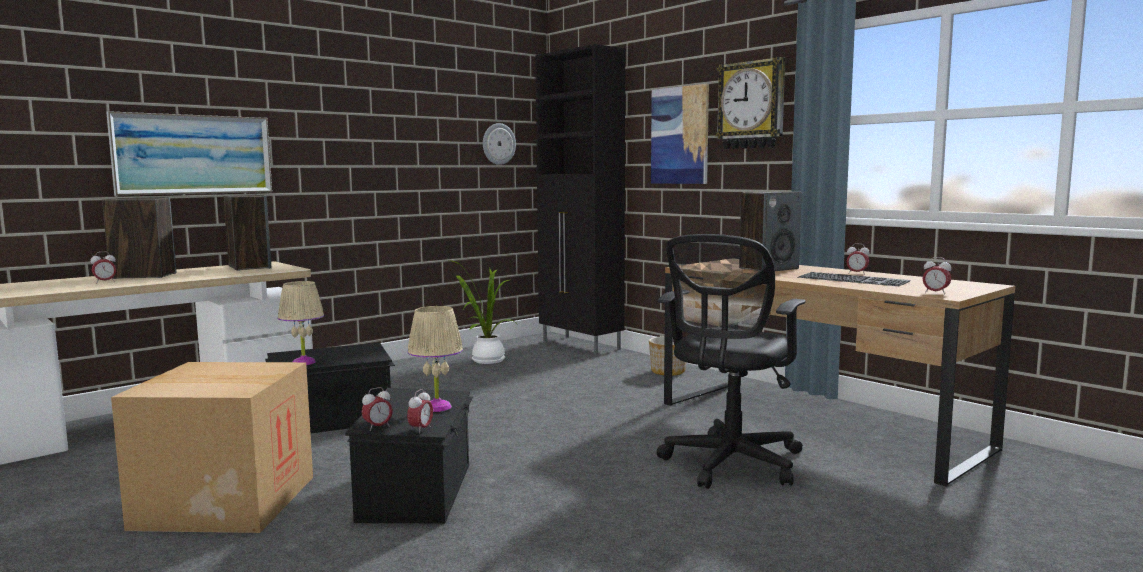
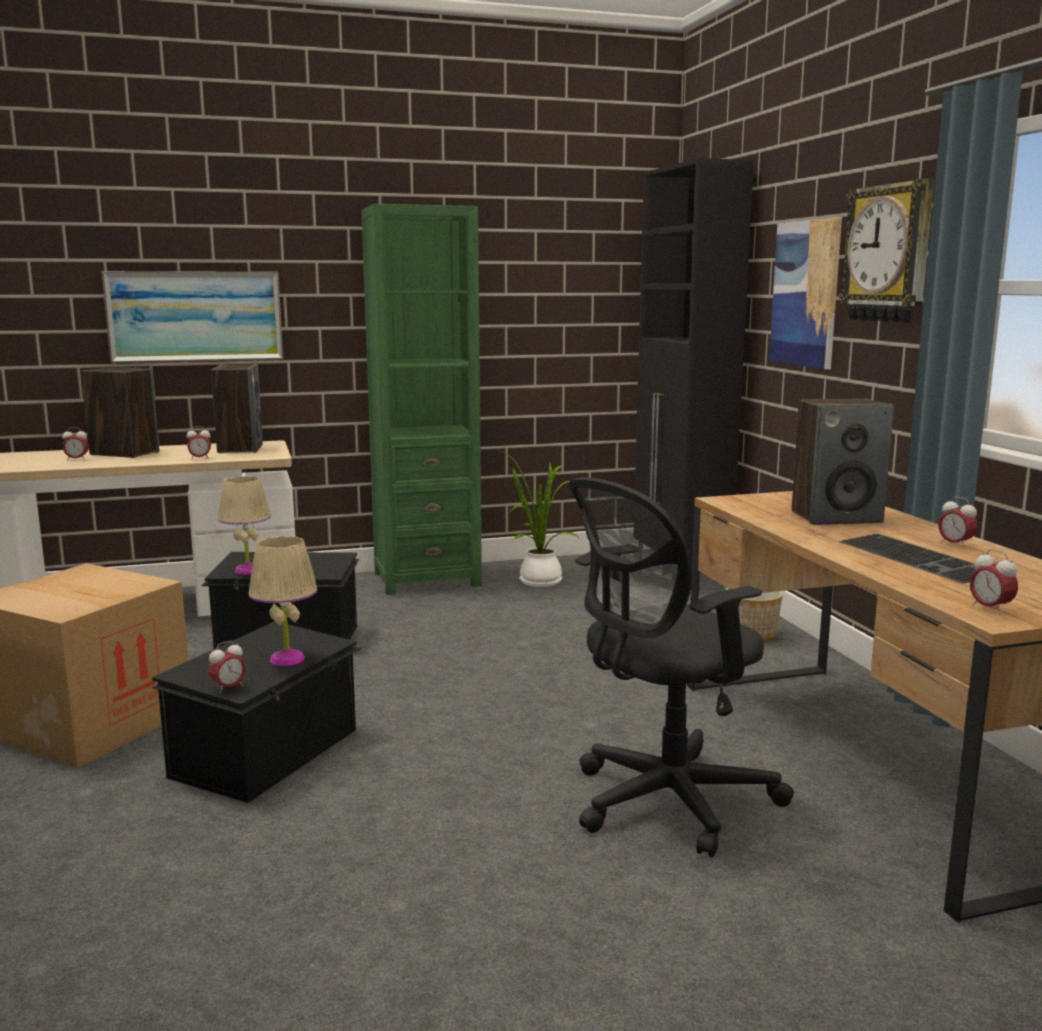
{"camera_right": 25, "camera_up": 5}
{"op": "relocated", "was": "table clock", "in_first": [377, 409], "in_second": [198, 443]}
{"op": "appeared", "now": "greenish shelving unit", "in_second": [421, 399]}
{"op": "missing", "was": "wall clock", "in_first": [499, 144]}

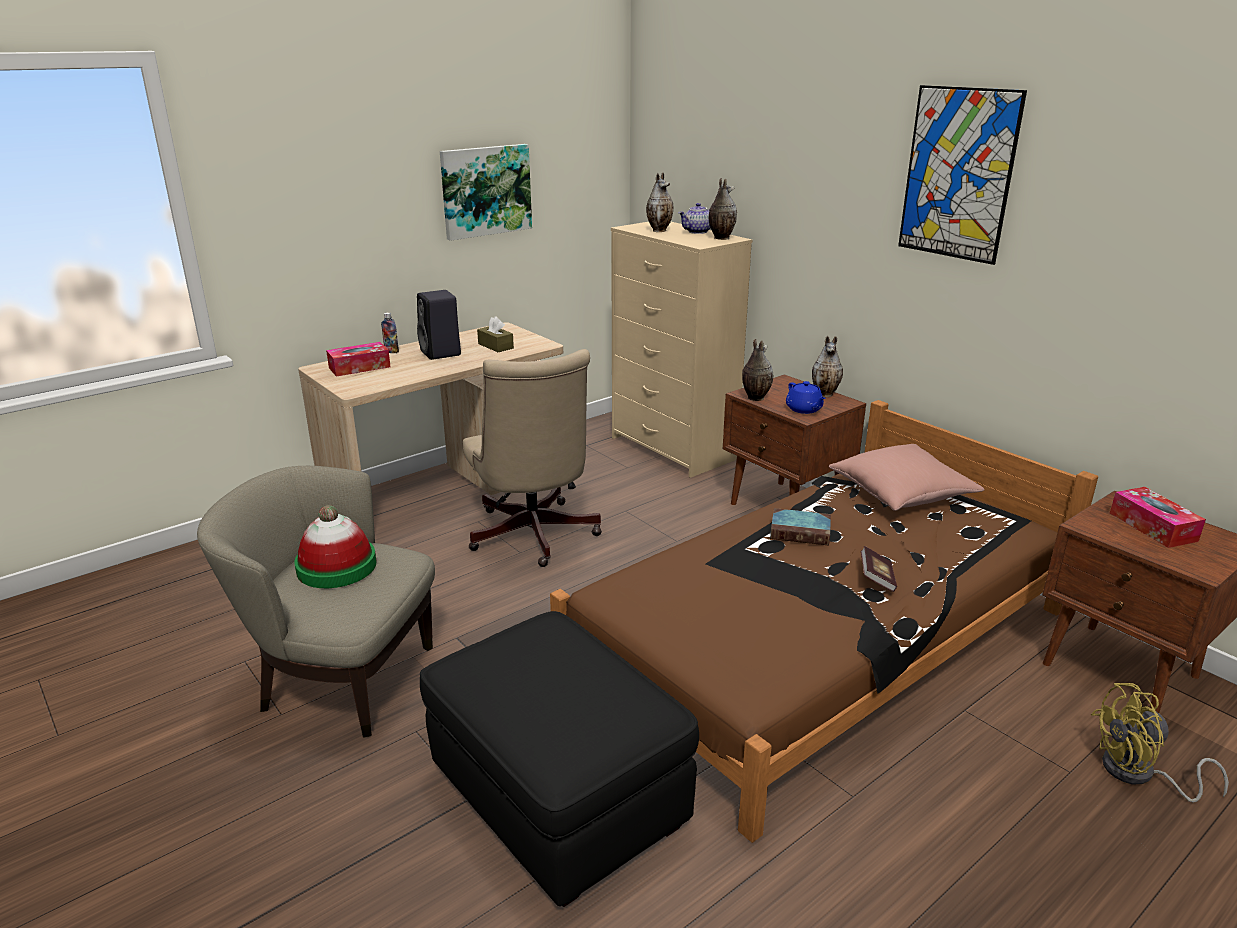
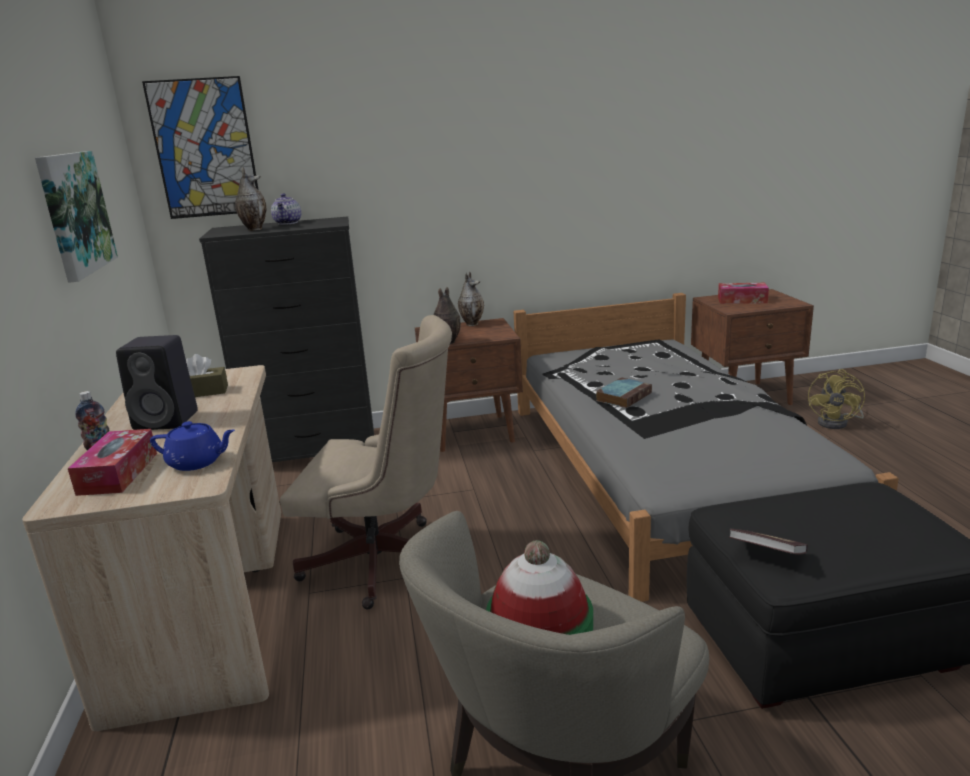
{"camera_right": -60, "camera_up": -5}
{"op": "relocated", "was": "wall art", "in_first": [962, 175], "in_second": [200, 147]}
{"op": "relocated", "was": "blue-coloured teapot", "in_first": [805, 397], "in_second": [192, 446]}
{"op": "colour", "was": "beige drawer chest", "now": "blackish drawer chest", "in_first": [681, 350], "in_second": [286, 339]}
{"op": "colour", "was": "brownish bedroom bed", "now": "gray bedroom bed", "in_first": [824, 621], "in_second": [706, 447]}
{"op": "relocated", "was": "bound book", "in_first": [879, 569], "in_second": [768, 542]}
{"op": "missing", "was": "vase", "in_first": [723, 209]}
{"op": "missing", "was": "pinkish cushion", "in_first": [907, 477]}

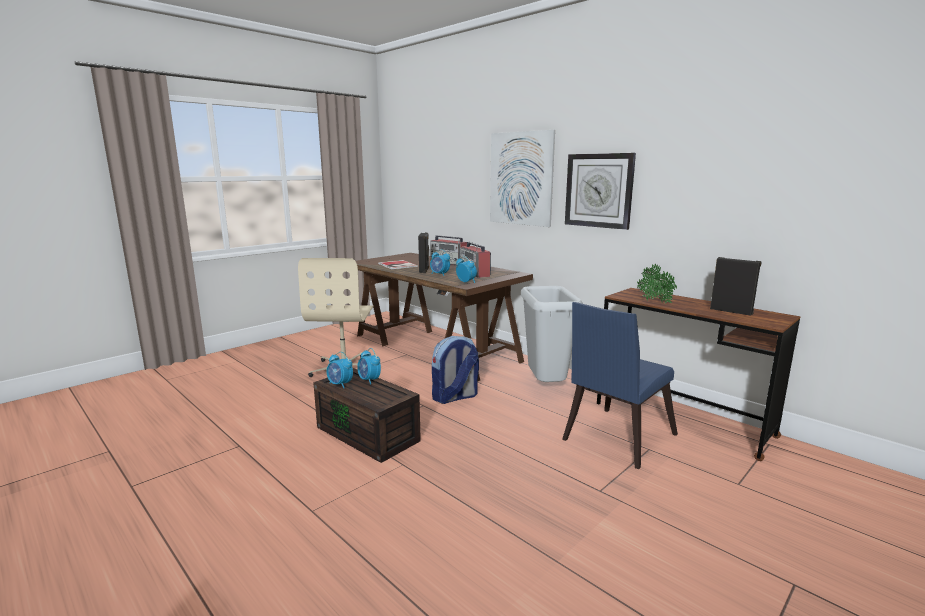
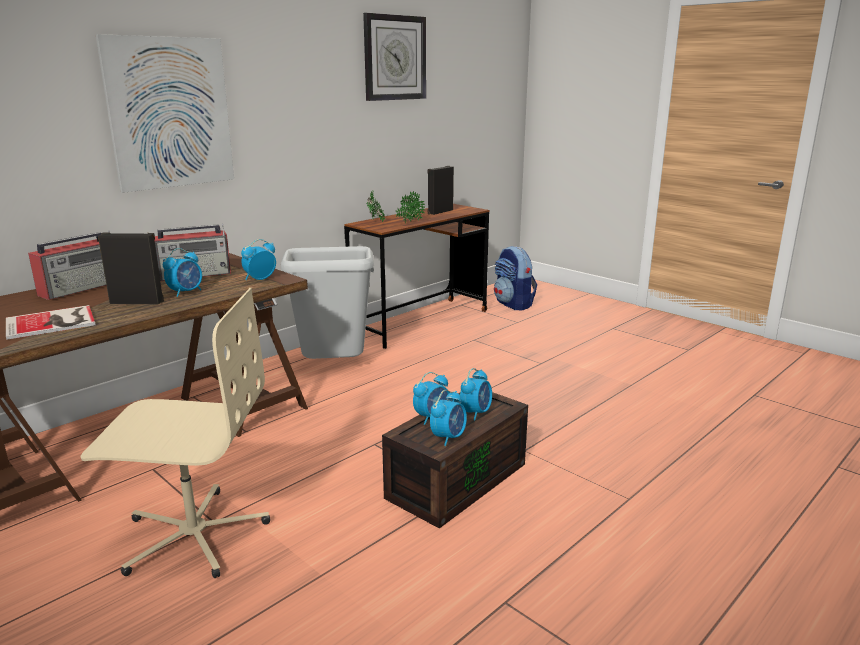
{"camera_right": -90, "camera_up": 5}
{"op": "relocated", "was": "wall clock", "in_first": [600, 191], "in_second": [394, 57]}
{"op": "appeared", "now": "table clock", "in_second": [476, 394]}
{"op": "relocated", "was": "rucksack", "in_first": [455, 370], "in_second": [515, 278]}
{"op": "missing", "was": "blue-coloured plain chair", "in_first": [620, 385]}

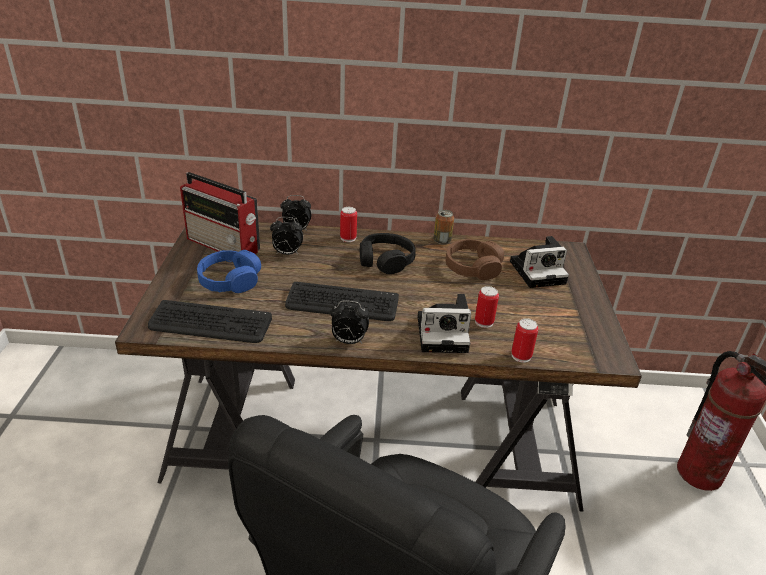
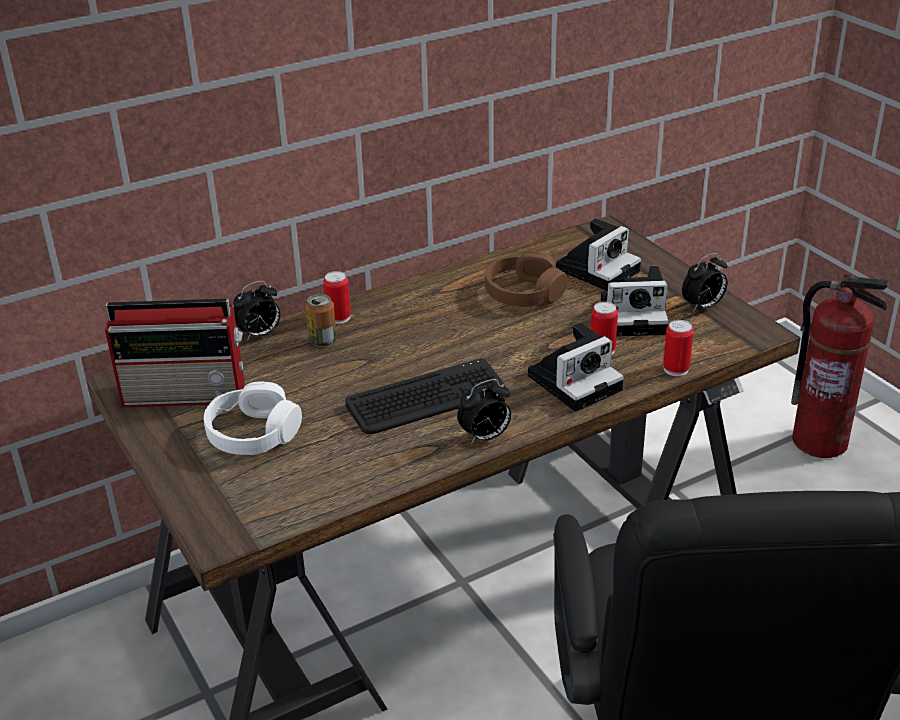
{"camera_right": -30, "camera_up": 0}
{"op": "colour", "was": "blue-coloured pair of headphones", "now": "white-coloured pair of headphones", "in_first": [229, 271], "in_second": [253, 418]}
{"op": "relocated", "was": "metal can", "in_first": [443, 227], "in_second": [321, 320]}
{"op": "appeared", "now": "photo camera", "in_second": [635, 301]}
{"op": "relocated", "was": "table clock", "in_first": [286, 236], "in_second": [705, 282]}
{"op": "missing", "was": "keyboard", "in_first": [210, 321]}
{"op": "missing", "was": "blackish pair of headphones", "in_first": [388, 253]}

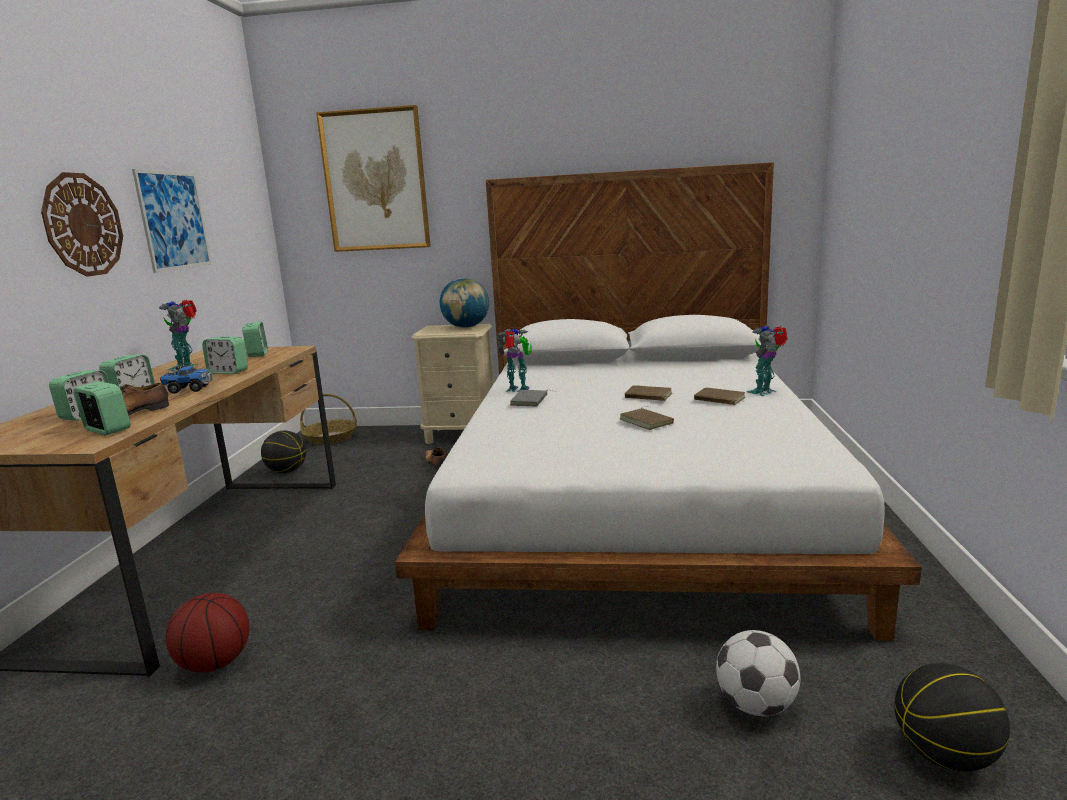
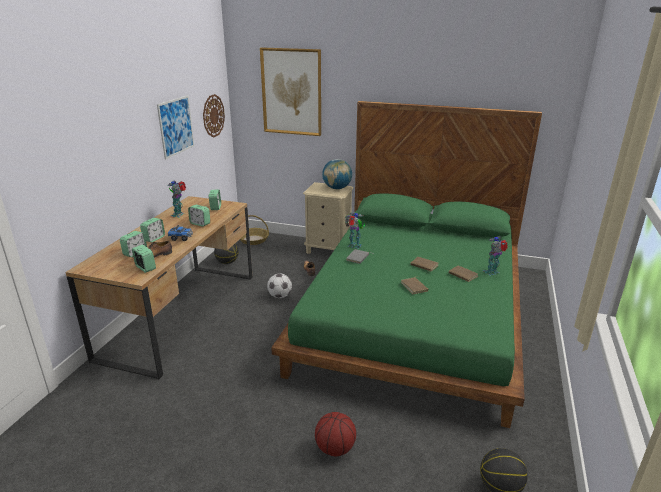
{"camera_right": 10, "camera_up": 10}
{"op": "relocated", "was": "wall clock", "in_first": [82, 224], "in_second": [214, 116]}
{"op": "relocated", "was": "football", "in_first": [758, 673], "in_second": [279, 285]}
{"op": "colour", "was": "white-coloured bedroom bed", "now": "greenish bedroom bed", "in_first": [658, 401], "in_second": [406, 264]}
{"op": "relocated", "was": "basketball", "in_first": [208, 633], "in_second": [335, 434]}

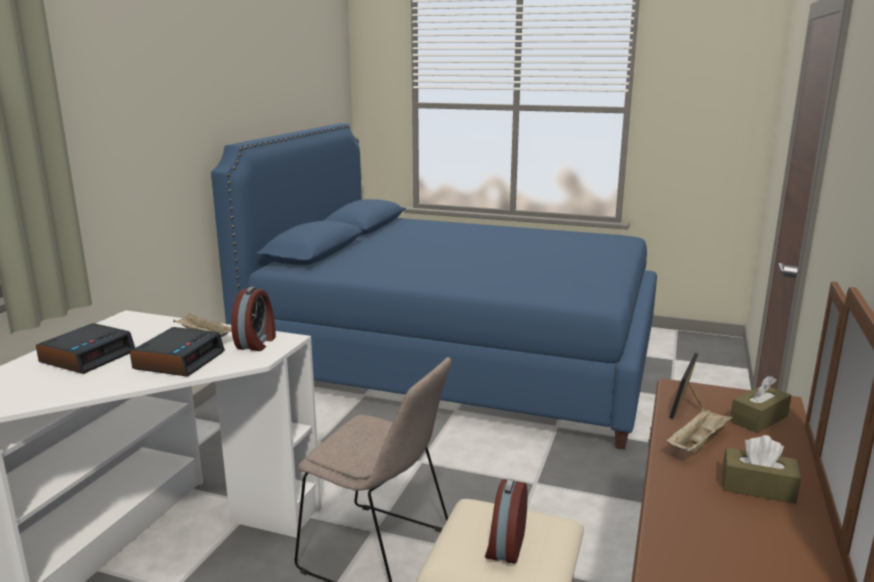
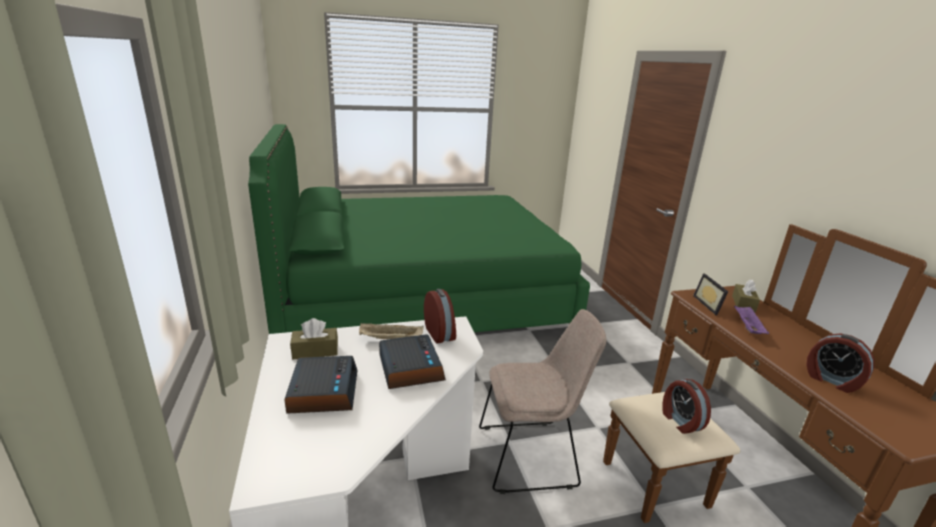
{"camera_right": -35, "camera_up": 5}
{"op": "colour", "was": "blue-coloured bedroom bed", "now": "greenish bedroom bed", "in_first": [434, 286], "in_second": [419, 229]}
{"op": "relocated", "was": "brownish tissue box", "in_first": [761, 469], "in_second": [314, 338]}
{"op": "colour", "was": "beige carrying tray", "now": "purple-coloured carrying tray", "in_first": [699, 430], "in_second": [751, 320]}
{"op": "appeared", "now": "table clock", "in_second": [840, 363]}

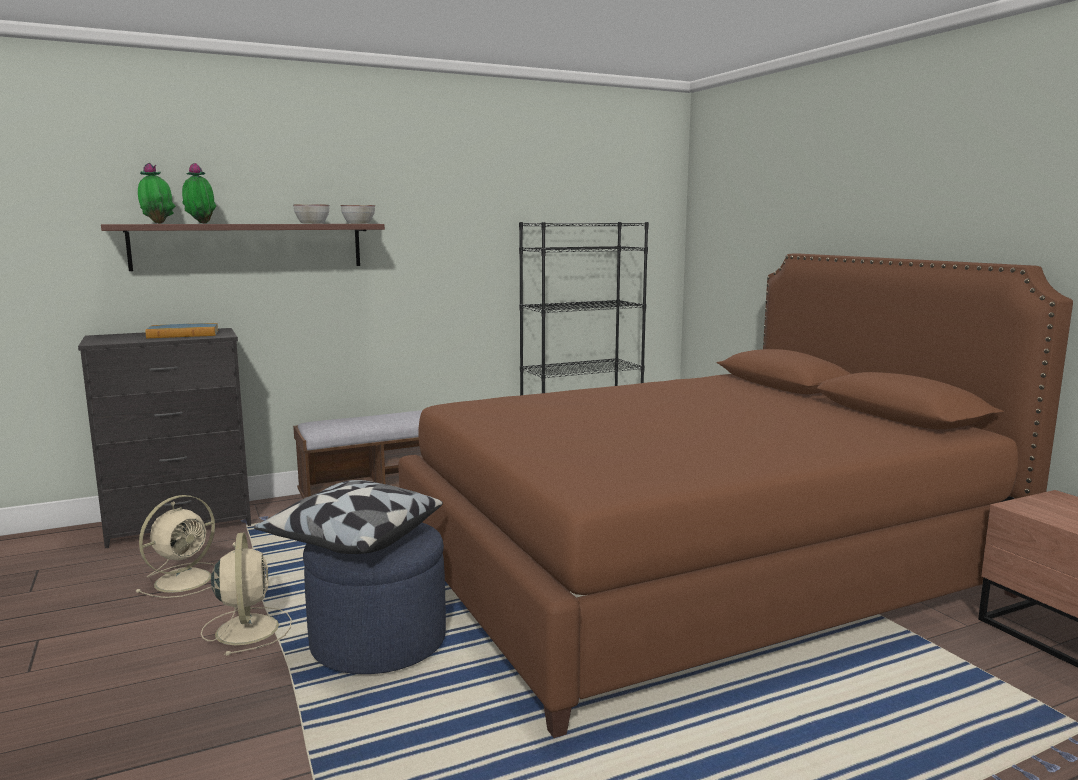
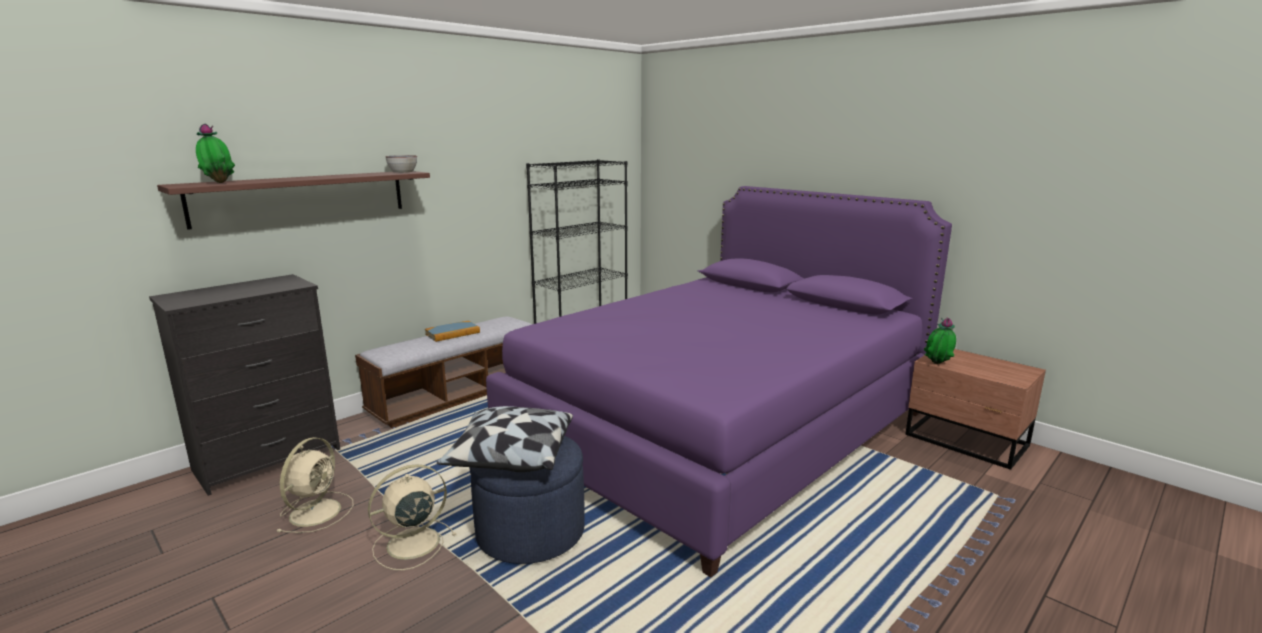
{"camera_right": -20, "camera_up": 5}
{"op": "spun", "was": "beige electric fan", "in_first": [246, 594], "in_second": [412, 517], "clockwise": -90}
{"op": "relocated", "was": "bound book", "in_first": [181, 330], "in_second": [452, 331]}
{"op": "colour", "was": "brownish bedroom bed", "now": "purple-coloured bedroom bed", "in_first": [735, 495], "in_second": [719, 381]}
{"op": "relocated", "was": "potted plant", "in_first": [199, 193], "in_second": [940, 341]}
{"op": "missing", "was": "bowl", "in_first": [311, 214]}

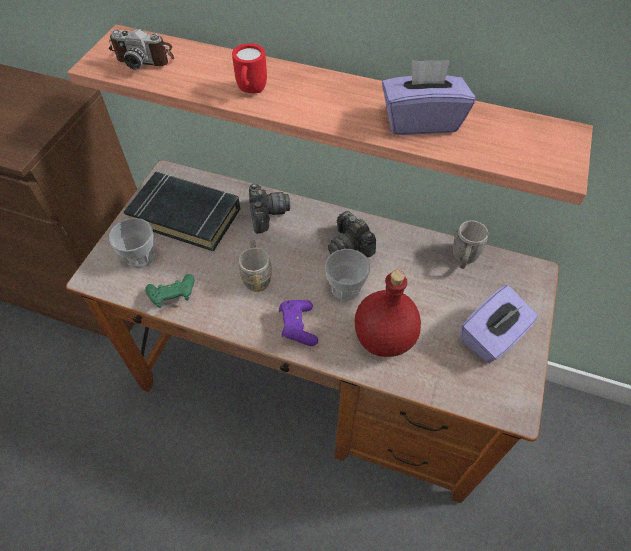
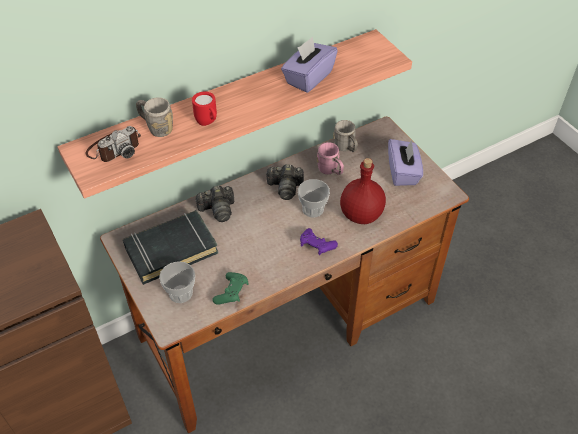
{"camera_right": -50, "camera_up": -5}
{"op": "relocated", "was": "gray coffee mug", "in_first": [255, 266], "in_second": [154, 117]}
{"op": "spun", "was": "photo camera", "in_first": [269, 209], "in_second": [214, 204], "clockwise": 135}
{"op": "appeared", "now": "pinkish coffee mug", "in_second": [330, 158]}

